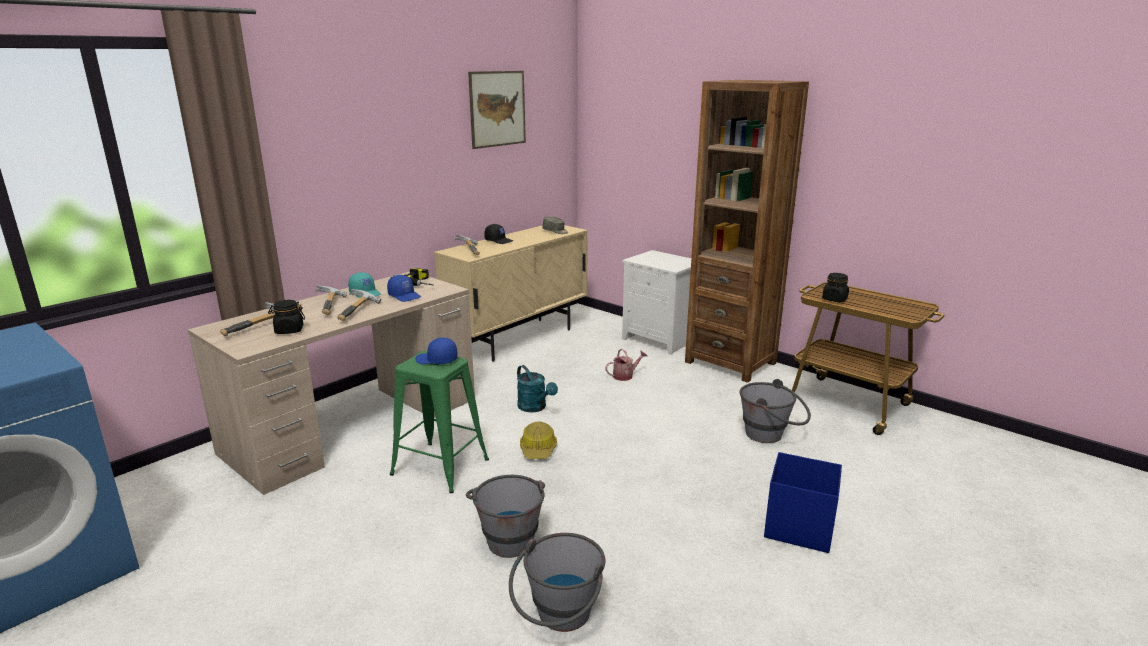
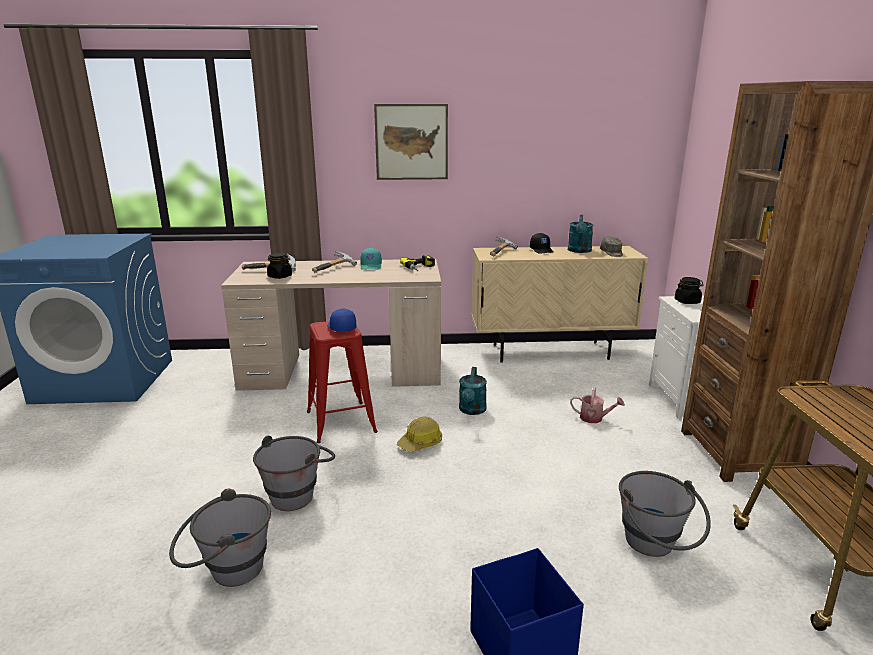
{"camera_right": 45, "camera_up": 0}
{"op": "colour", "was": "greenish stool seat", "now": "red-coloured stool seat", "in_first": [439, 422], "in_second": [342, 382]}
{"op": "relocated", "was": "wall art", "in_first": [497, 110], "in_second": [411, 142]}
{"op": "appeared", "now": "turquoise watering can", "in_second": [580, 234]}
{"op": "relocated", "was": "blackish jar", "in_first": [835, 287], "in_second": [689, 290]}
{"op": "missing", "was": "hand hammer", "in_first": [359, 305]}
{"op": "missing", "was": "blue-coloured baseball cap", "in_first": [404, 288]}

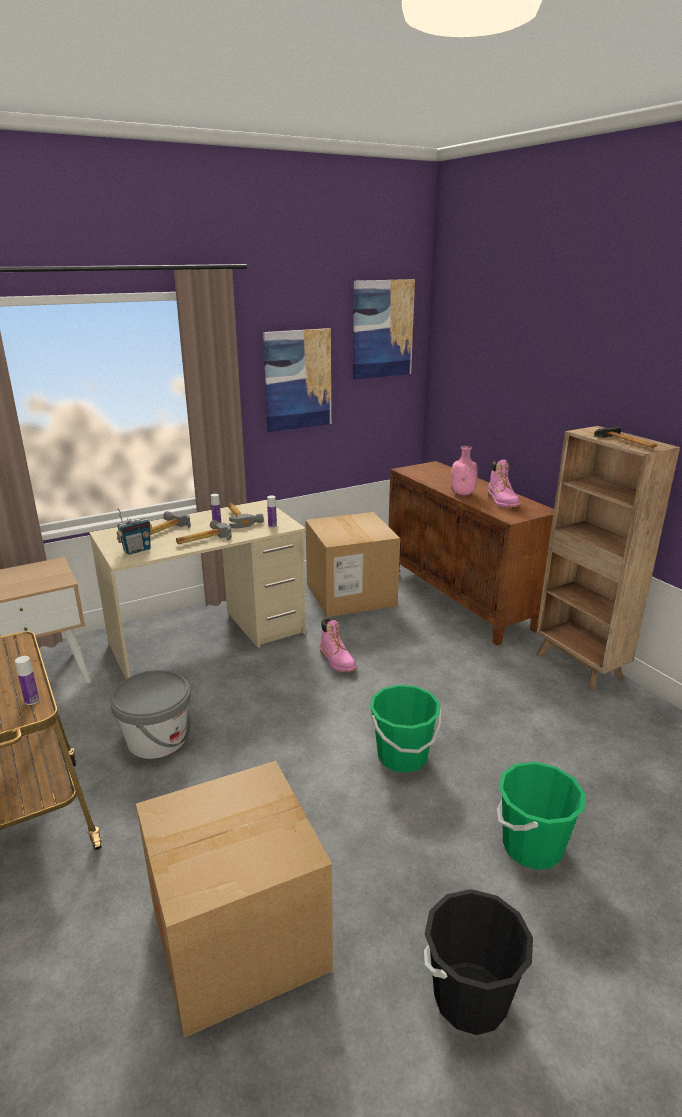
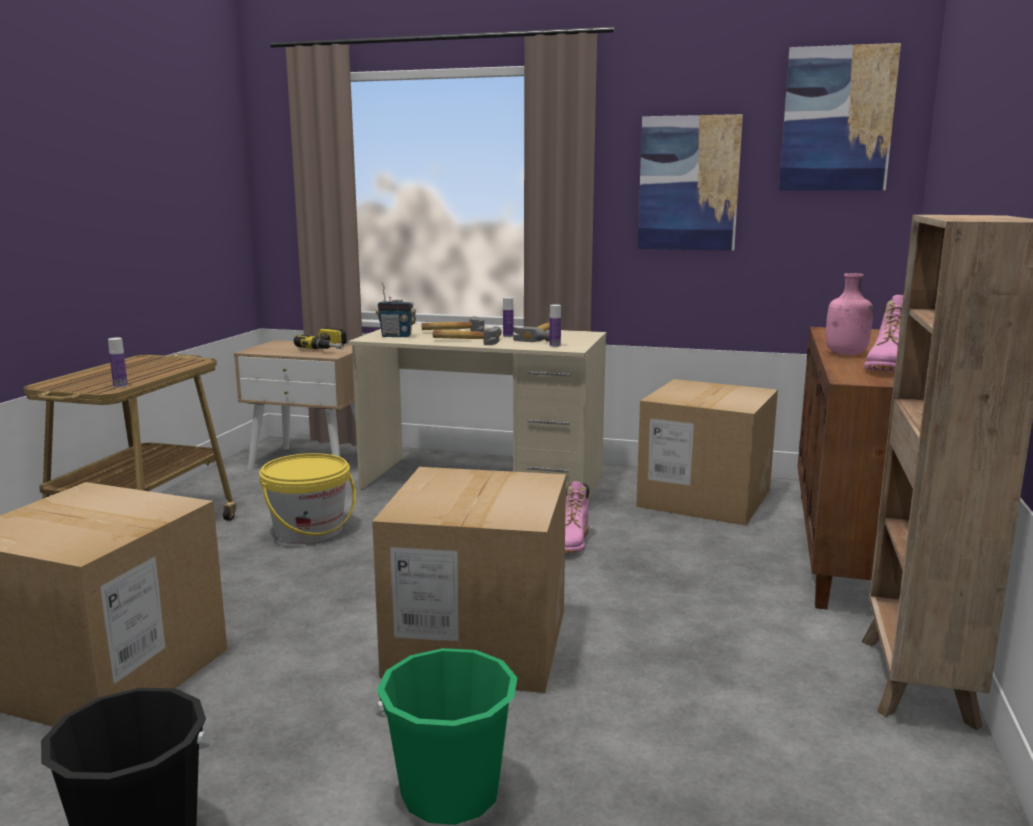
{"camera_right": 45, "camera_up": -10}
{"op": "colour", "was": "gray pail", "now": "yellowish pail", "in_first": [150, 714], "in_second": [307, 498]}
{"op": "appeared", "now": "power drill", "in_second": [320, 338]}
{"op": "exchanged", "was": "greenish pail", "now": "packing box", "in_first": [405, 729], "in_second": [469, 580]}
{"op": "missing", "was": "hand hammer", "in_first": [626, 437]}

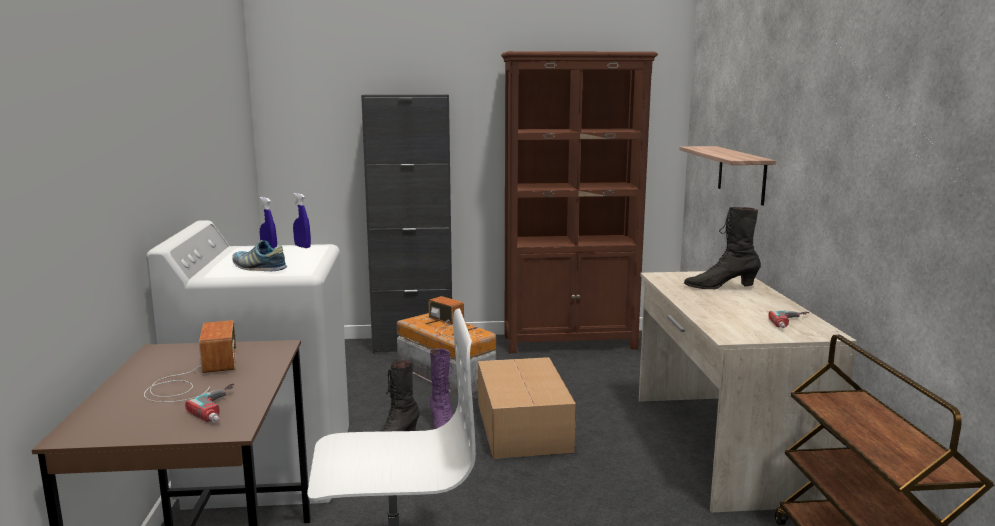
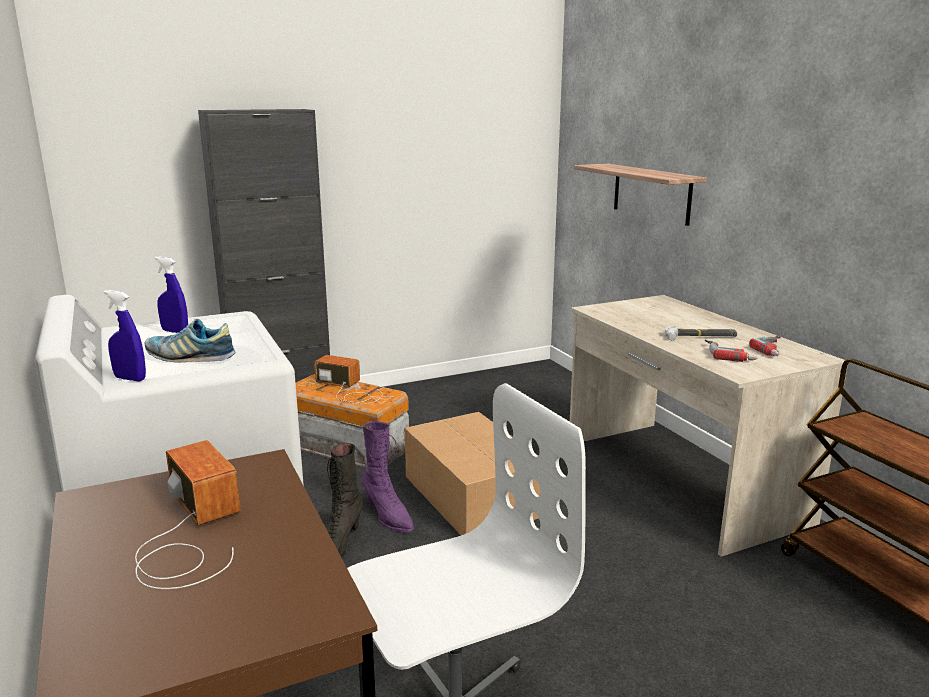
{"camera_right": -20, "camera_up": 5}
{"op": "relocated", "was": "blue-coloured spray bottle", "in_first": [302, 220], "in_second": [125, 336]}
{"op": "appeared", "now": "hand hammer", "in_second": [701, 333]}
{"op": "relocated", "was": "power drill", "in_first": [209, 403], "in_second": [731, 350]}
{"op": "missing", "was": "brownish shelving unit", "in_first": [579, 202]}
{"op": "missing", "was": "blackish high-top boot", "in_first": [722, 248]}

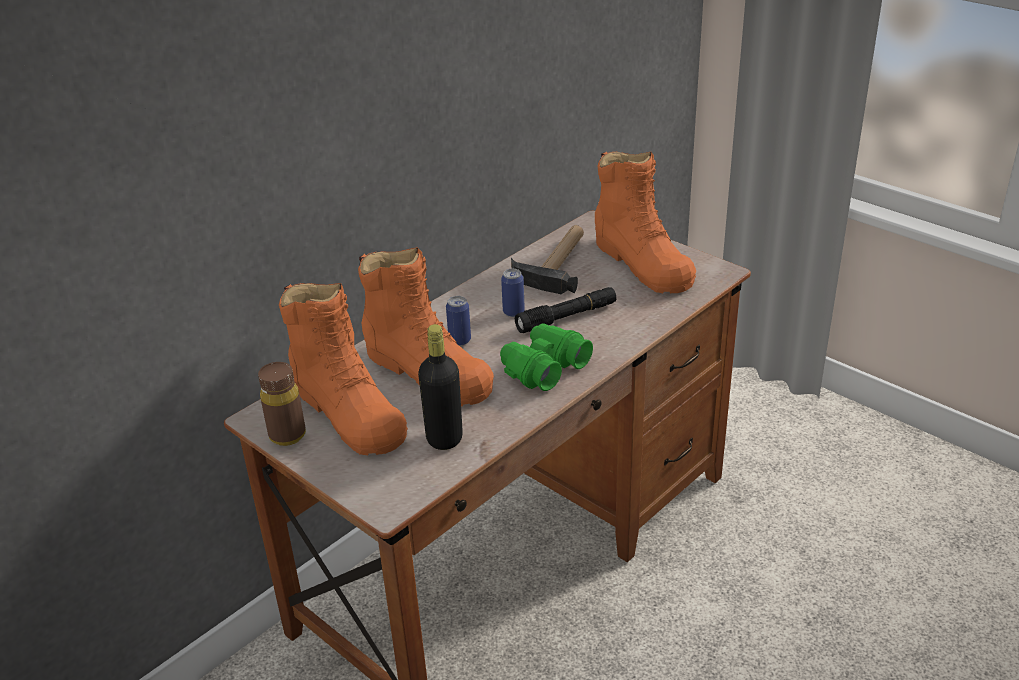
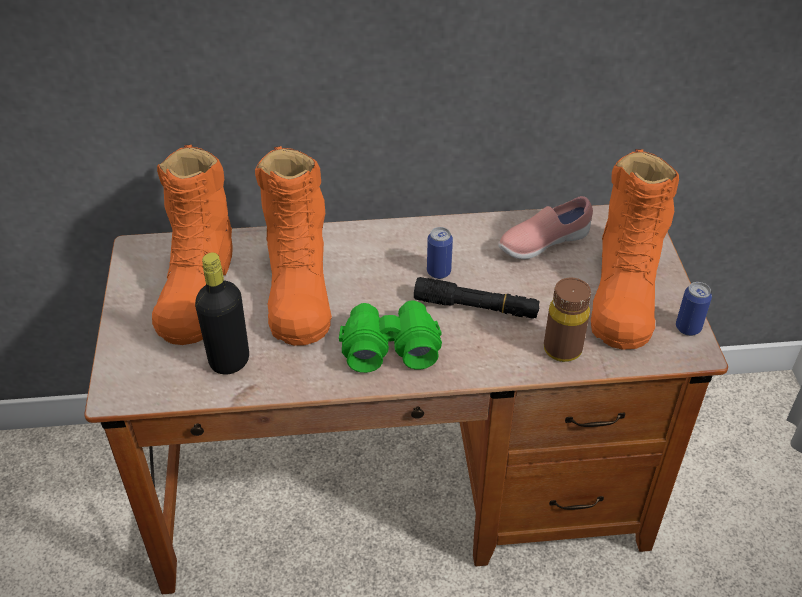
{"camera_right": 40, "camera_up": 10}
{"op": "exchanged", "was": "hand hammer", "now": "pinkish item of footwear", "in_first": [547, 259], "in_second": [545, 227]}
{"op": "relocated", "was": "brownish bottle", "in_first": [282, 404], "in_second": [567, 320]}
{"op": "relocated", "was": "metal can", "in_first": [458, 321], "in_second": [694, 309]}

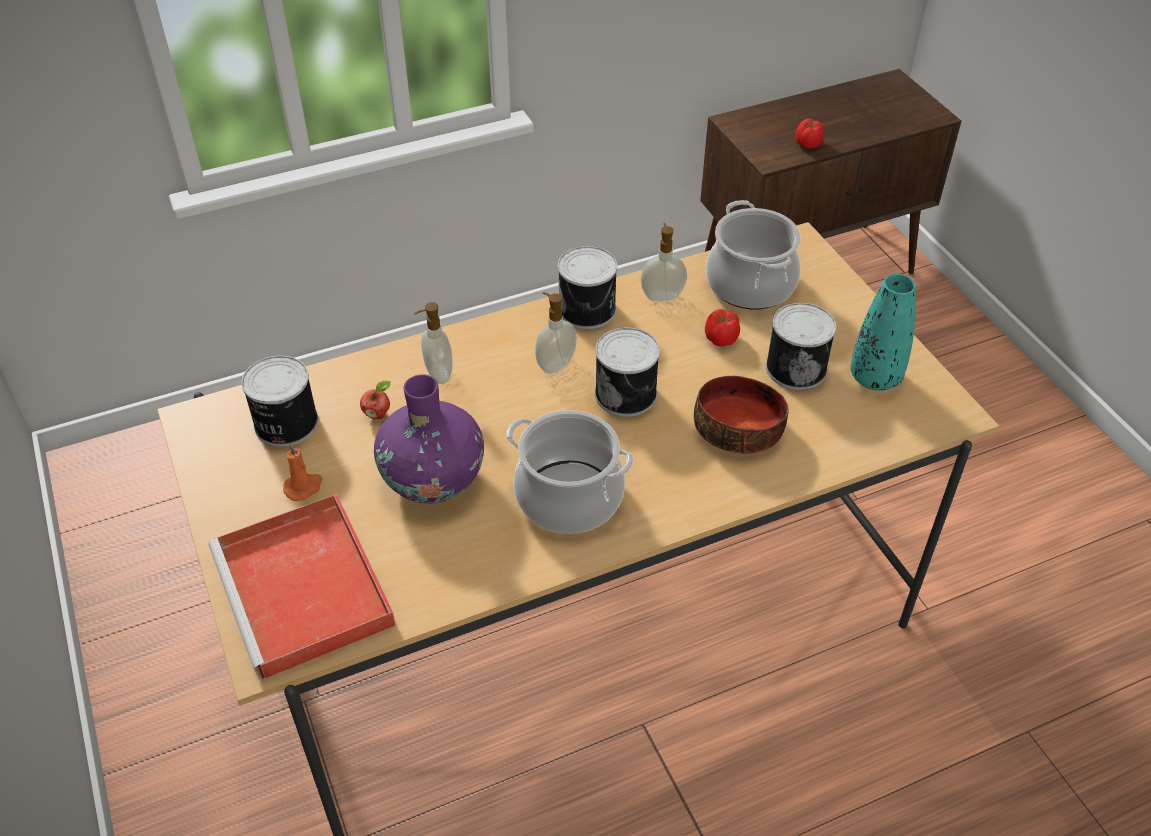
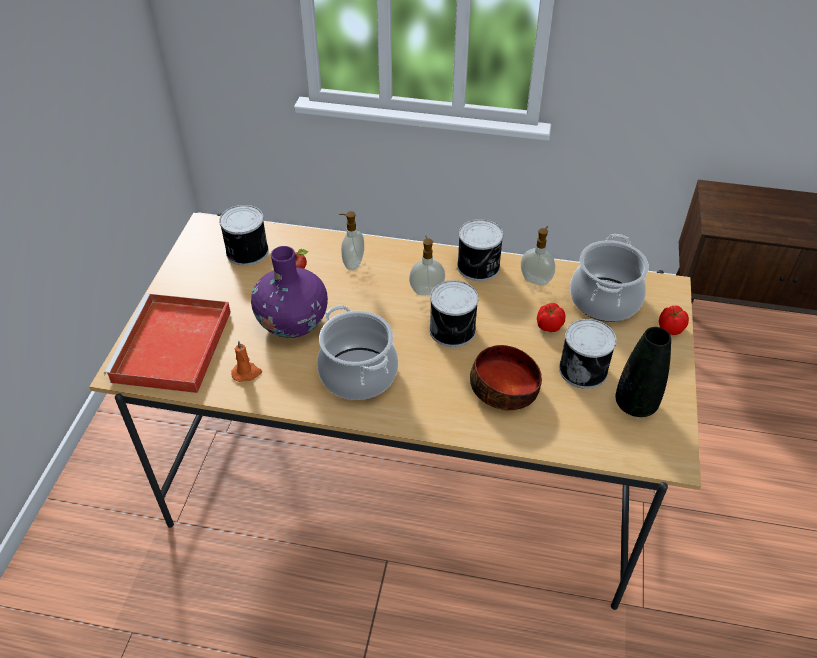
{"camera_right": 35, "camera_up": 0}
{"op": "relocated", "was": "orangey wax candle", "in_first": [303, 472], "in_second": [246, 361]}
{"op": "colour", "was": "turquoise vase", "now": "blackish vase", "in_first": [883, 332], "in_second": [643, 372]}
{"op": "relocated", "was": "fresh tomato", "in_first": [809, 133], "in_second": [674, 320]}

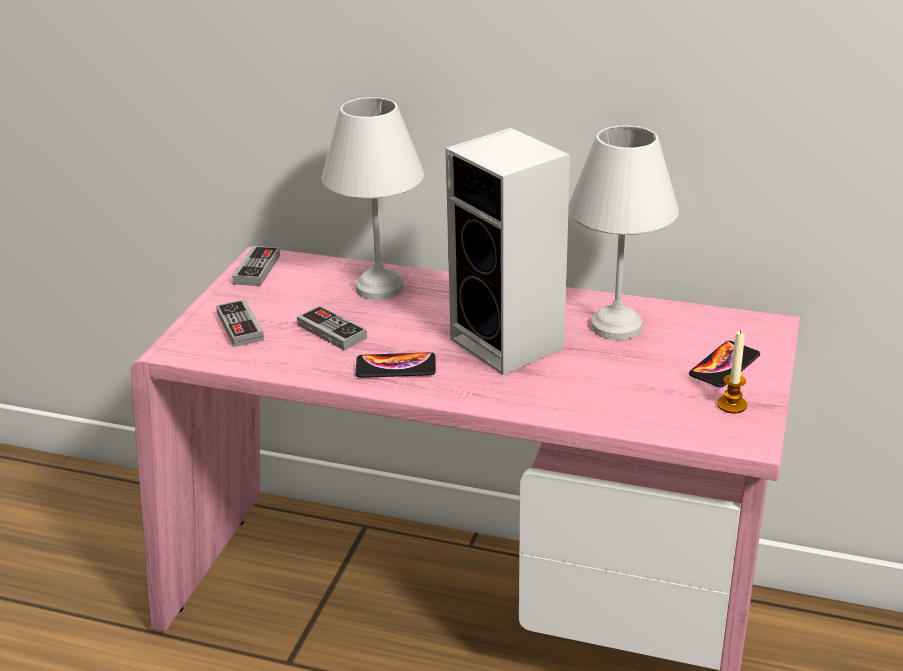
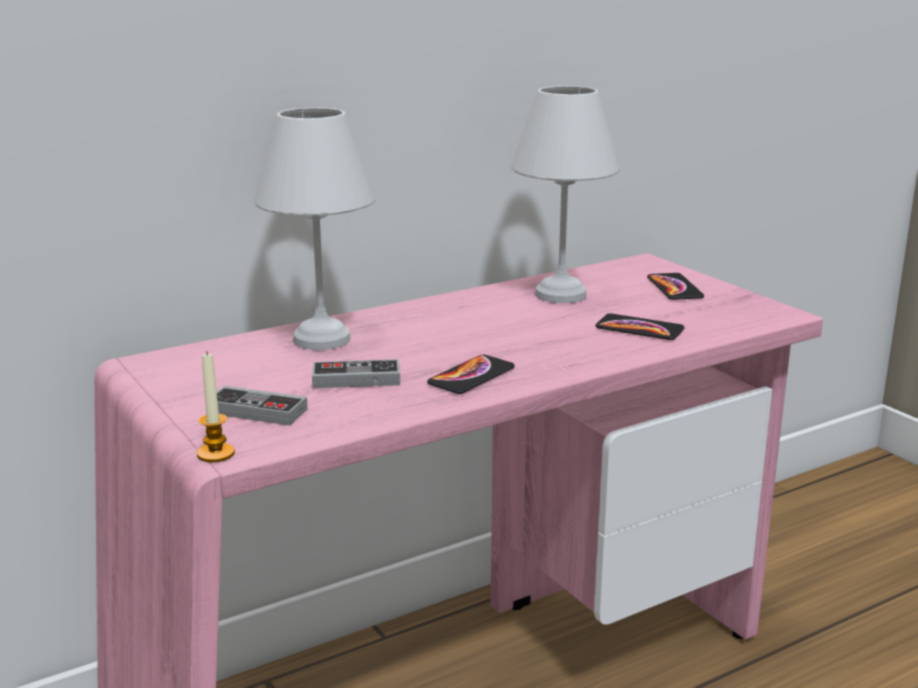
{"camera_right": -50, "camera_up": -10}
{"op": "relocated", "was": "wax candle", "in_first": [732, 372], "in_second": [216, 407]}
{"op": "appeared", "now": "telephone", "in_second": [640, 326]}
{"op": "missing", "was": "joypad", "in_first": [256, 266]}
{"op": "missing", "was": "speaker", "in_first": [507, 251]}

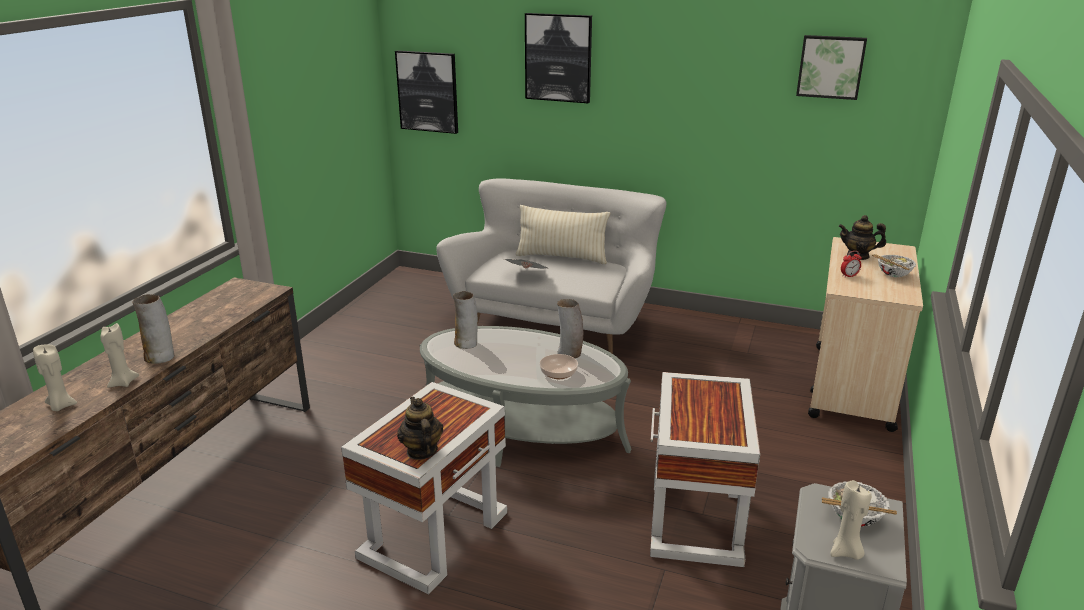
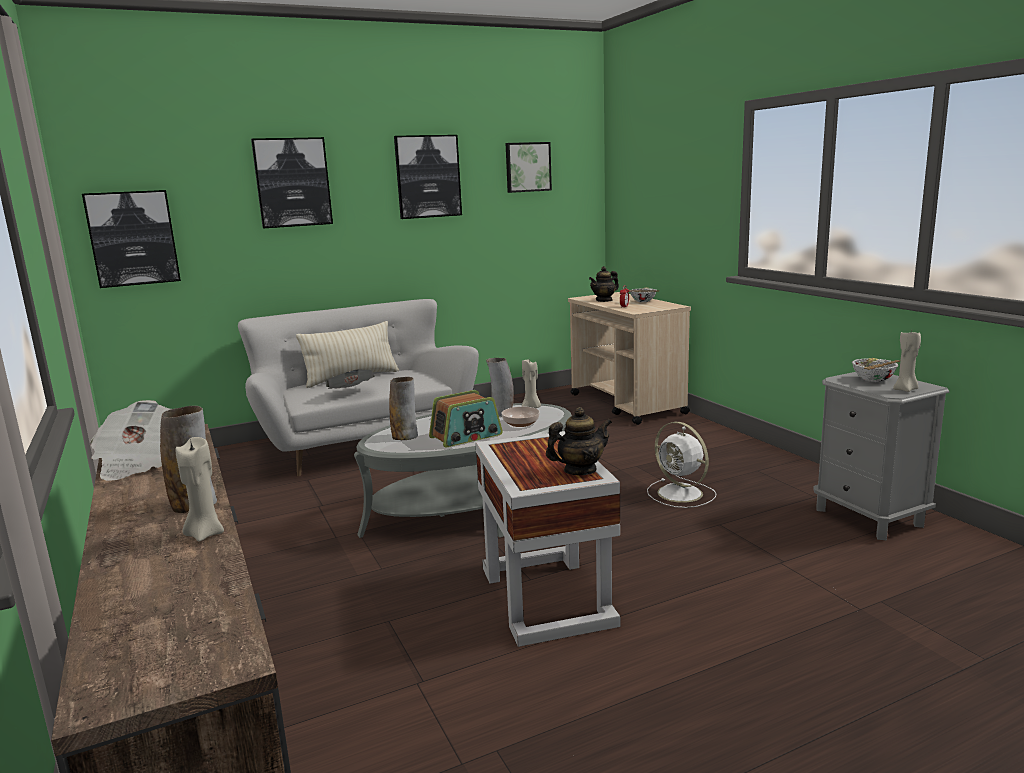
{"camera_right": -45, "camera_up": -10}
{"op": "appeared", "now": "daily paper", "in_second": [130, 440]}
{"op": "appeared", "now": "wall art", "in_second": [428, 177]}
{"op": "appeared", "now": "radio receiver", "in_second": [466, 419]}
{"op": "relocated", "was": "beige wax candle", "in_first": [55, 378], "in_second": [531, 383]}
{"op": "spun", "was": "teapot", "in_first": [420, 428], "in_second": [579, 441], "clockwise": 135}
{"op": "exchanged", "was": "white-coloured accent table", "now": "white-coloured electric fan", "in_first": [705, 469], "in_second": [681, 465]}

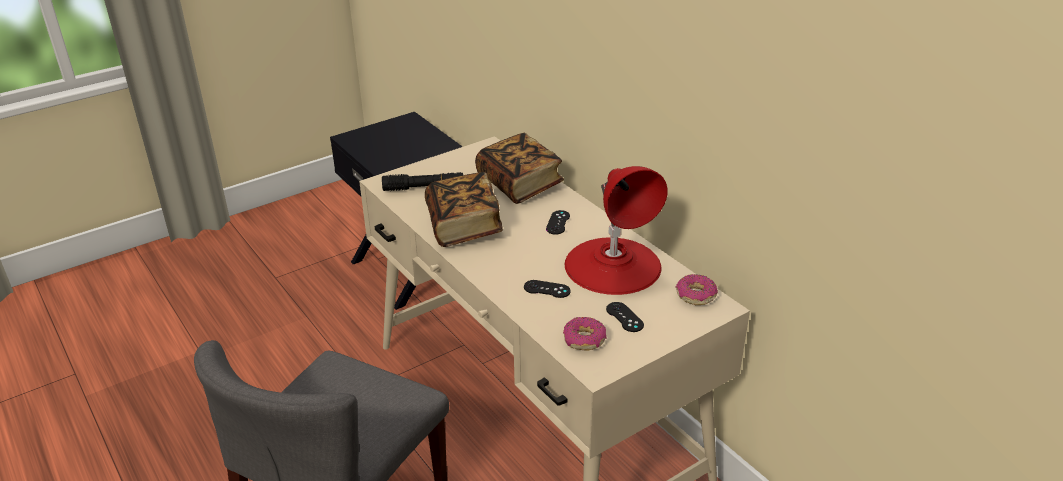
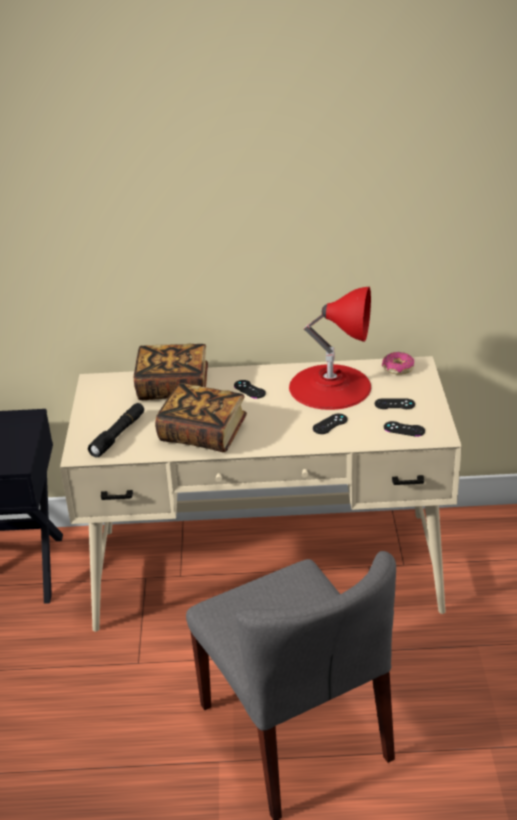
{"camera_right": -55, "camera_up": 0}
{"op": "exchanged", "was": "donut", "now": "blackish joypad", "in_first": [584, 334], "in_second": [404, 429]}

